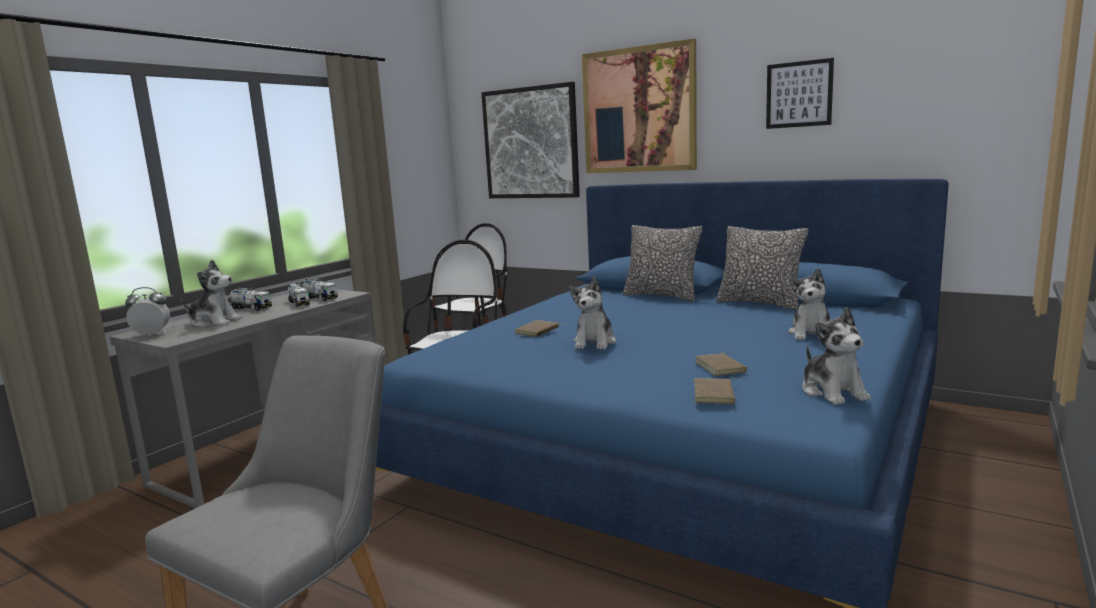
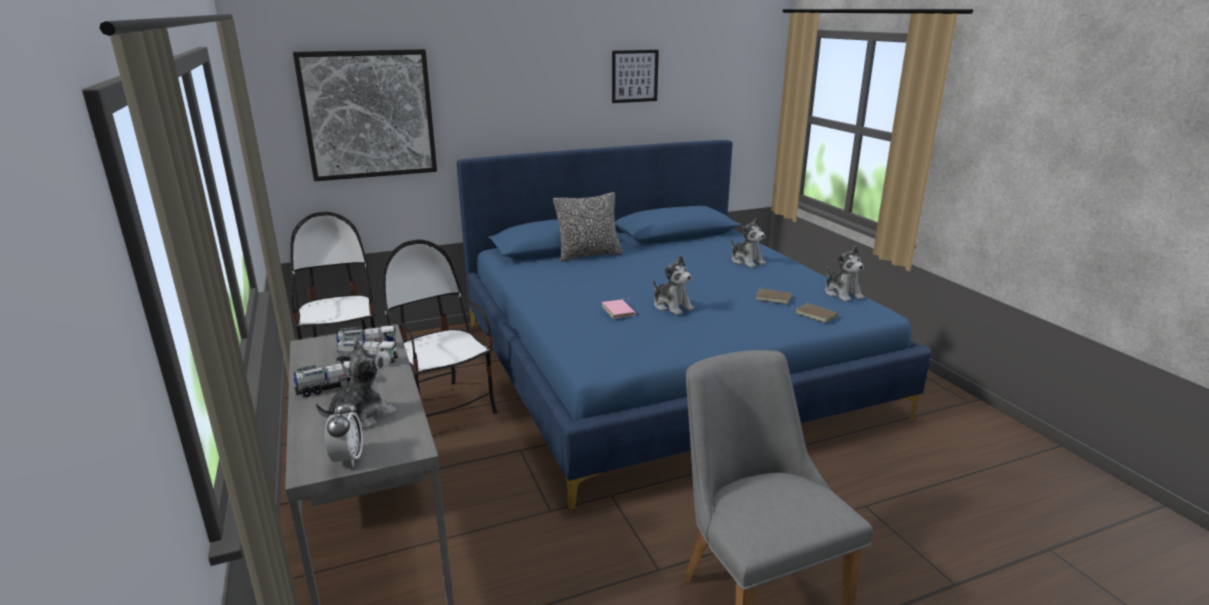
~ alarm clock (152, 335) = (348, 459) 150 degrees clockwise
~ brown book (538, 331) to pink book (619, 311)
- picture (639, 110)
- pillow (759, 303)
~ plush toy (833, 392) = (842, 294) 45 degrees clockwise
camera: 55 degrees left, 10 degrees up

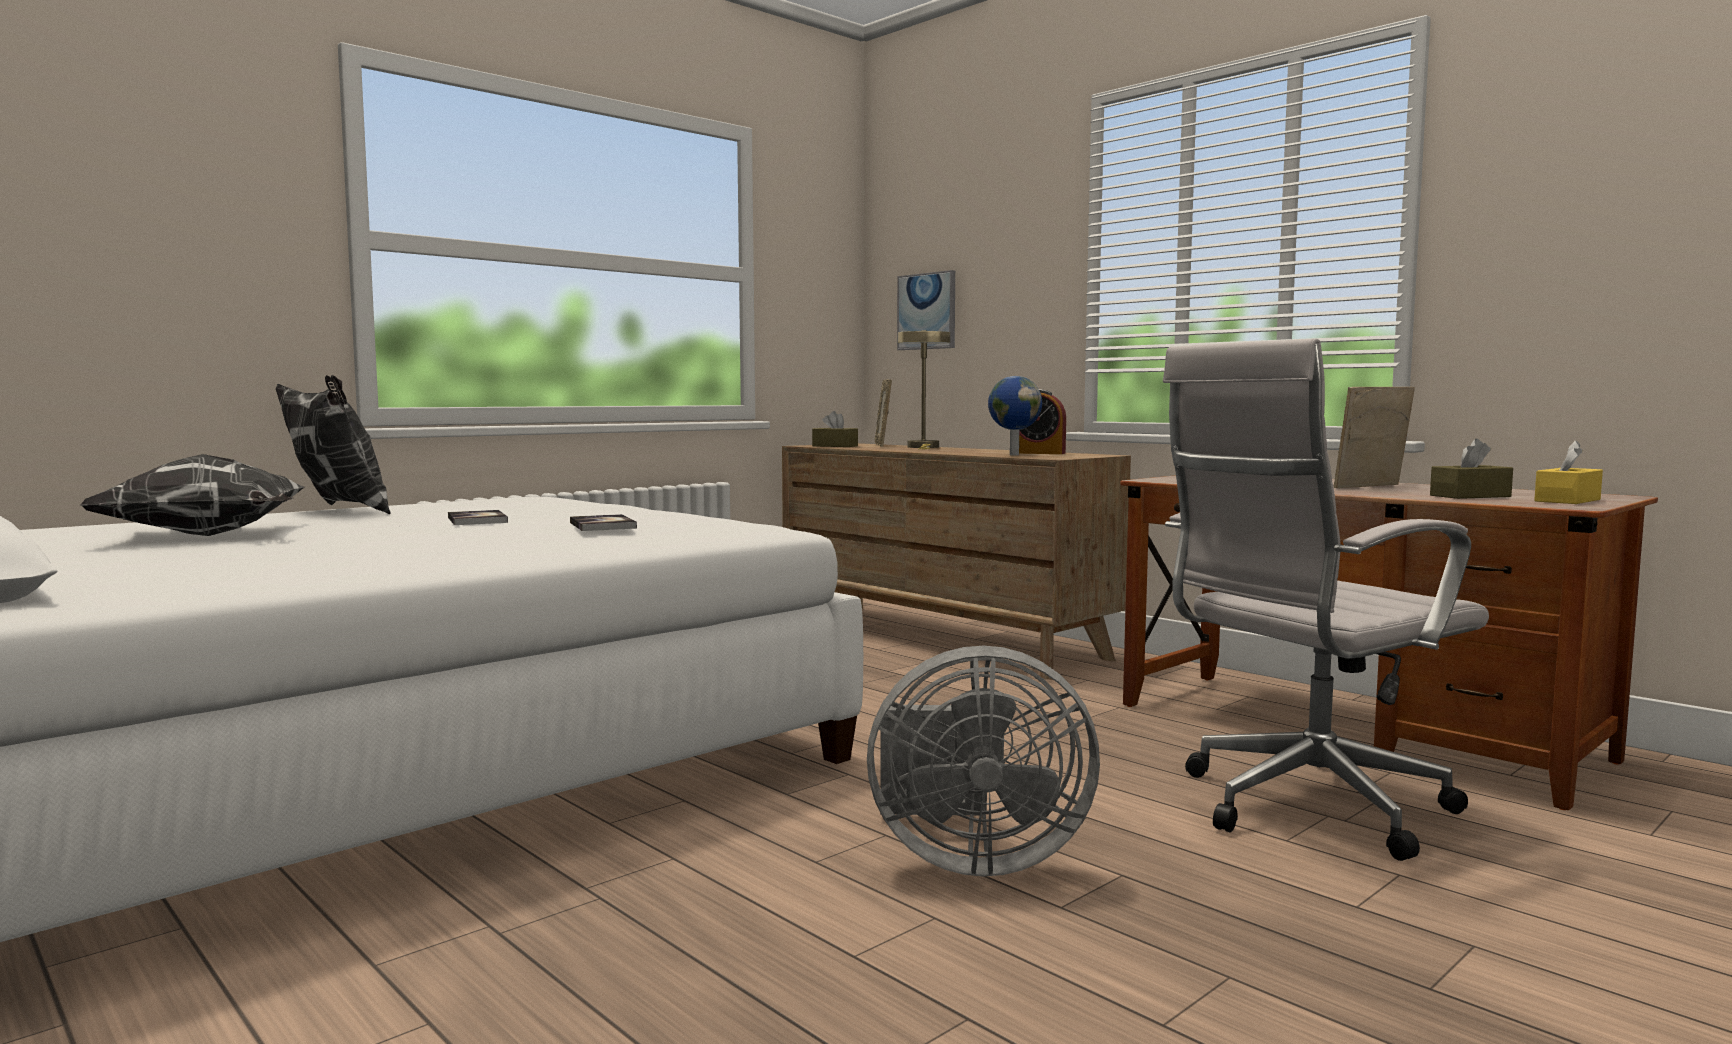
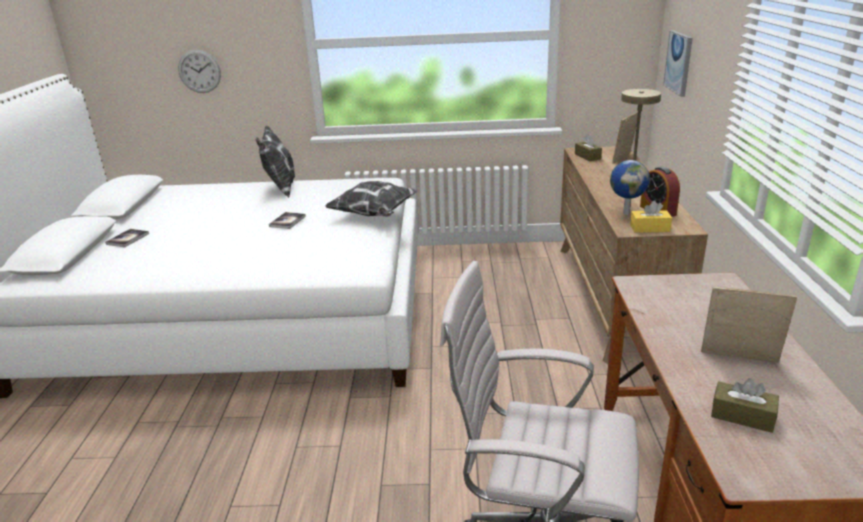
~ pillow (209, 536) to (374, 215)
~ book (602, 525) to (128, 239)
- grey fan (970, 859)
~ yellow tissue box (1567, 500) to (649, 228)
+ wall clock (199, 71)
camera: 45 degrees right, 20 degrees up

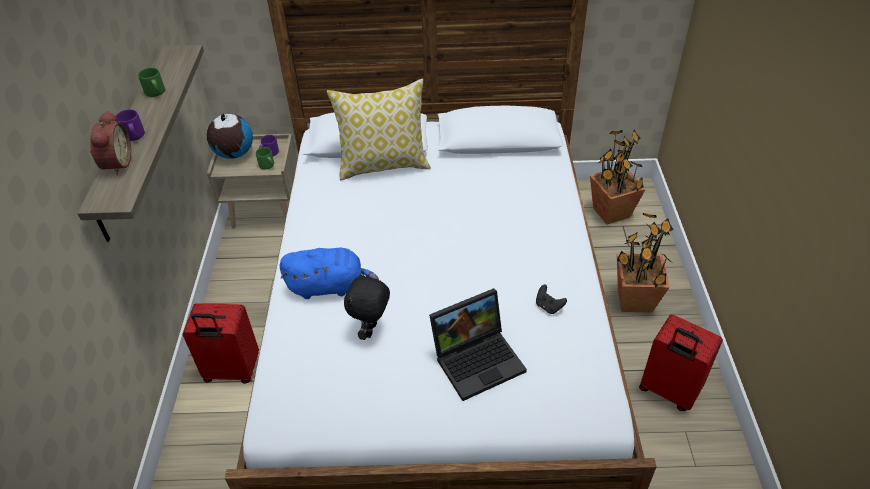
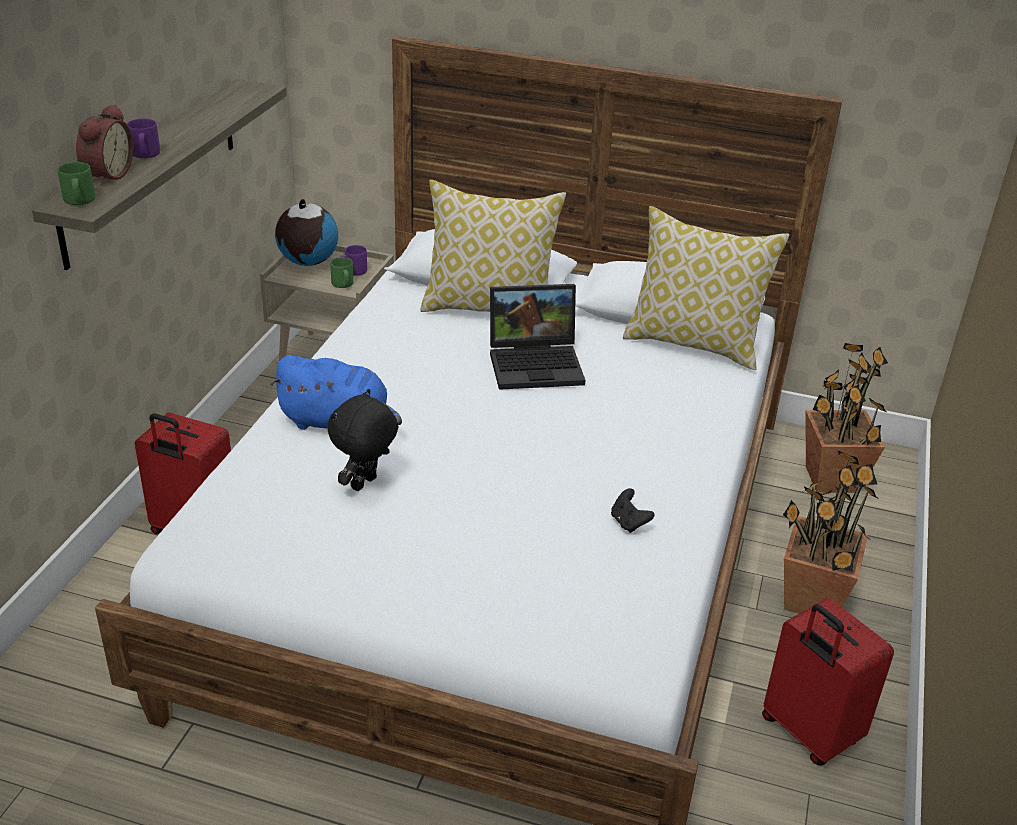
~ green mug (156, 93) to (79, 201)
~ laptop (478, 359) to (537, 363)
+ pillow (694, 344)
camera: 15 degrees right, 10 degrees down

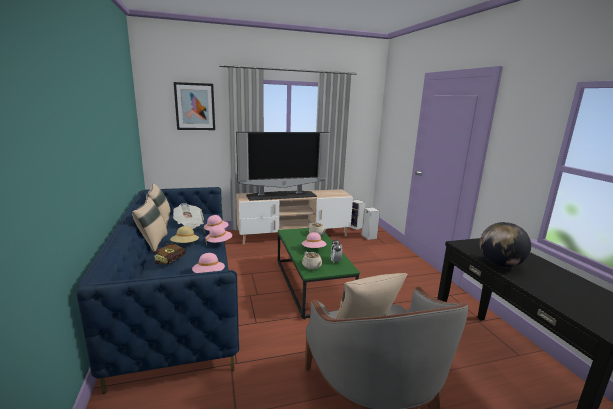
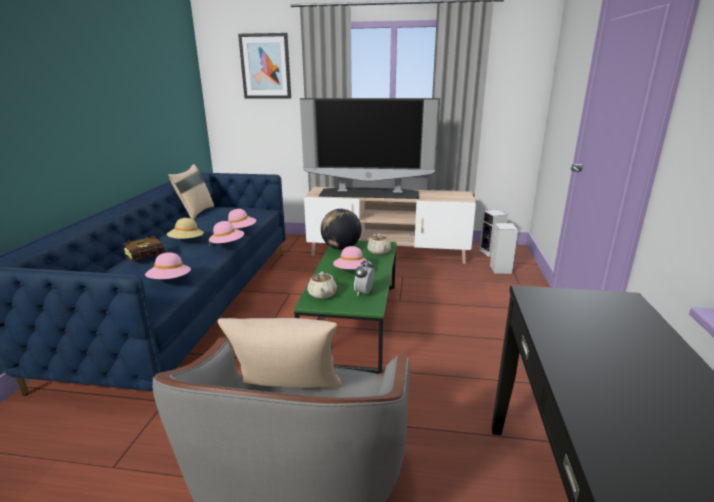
- beige pillow (152, 243)
- newspaper (189, 224)
~ globe (499, 264) to (341, 248)
camera: 25 degrees right, 5 degrees up

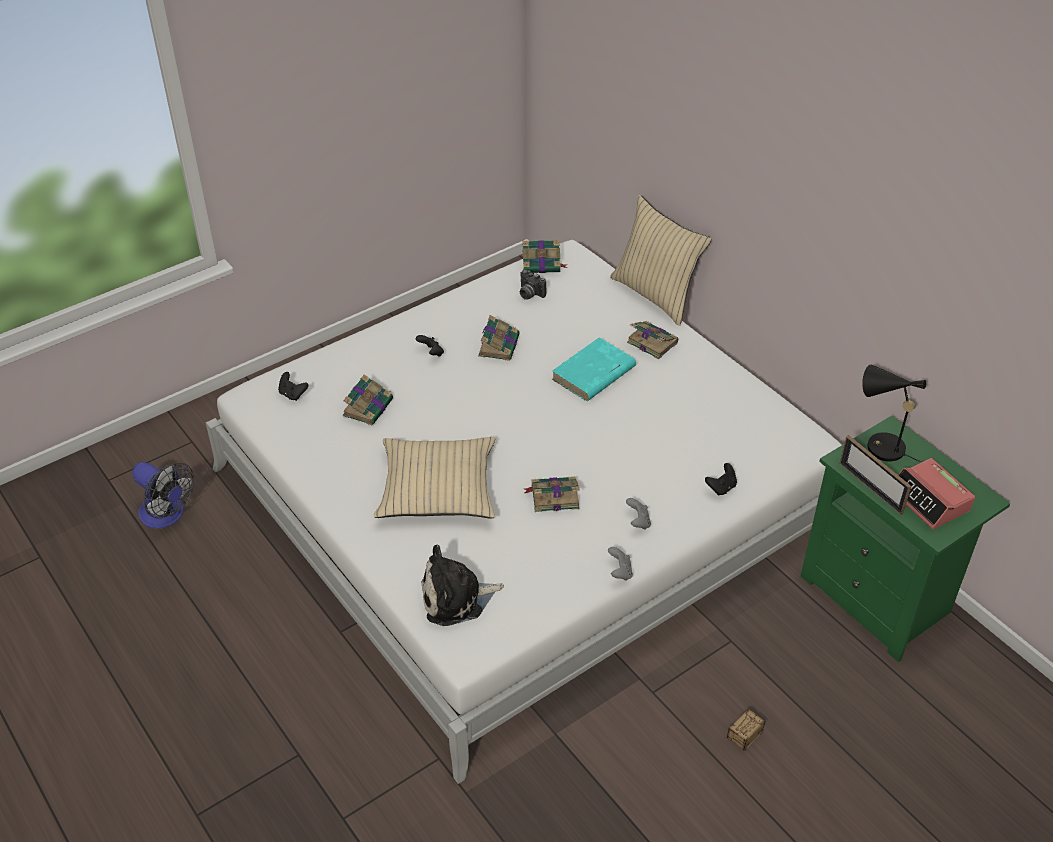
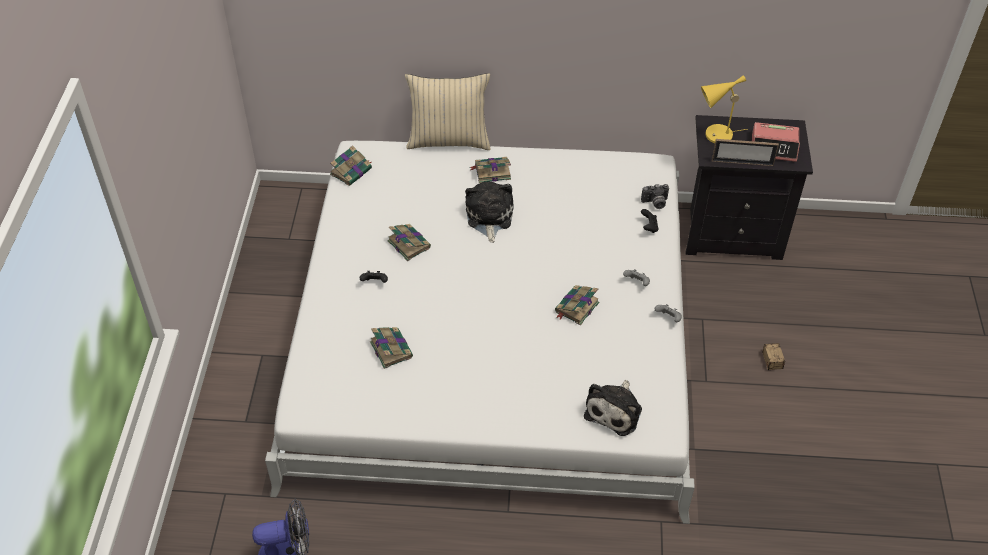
- black game controller (292, 394)
- beige pillow (437, 488)
~ photo camera (529, 294) to (655, 203)
~ turquoise book (593, 374) to plush toy (489, 217)
~ green nightstand (879, 597) to black nightstand (732, 233)
~ black table lamp (879, 446) to yellow table lamp (715, 136)
camera: 50 degrees left, 5 degrees up

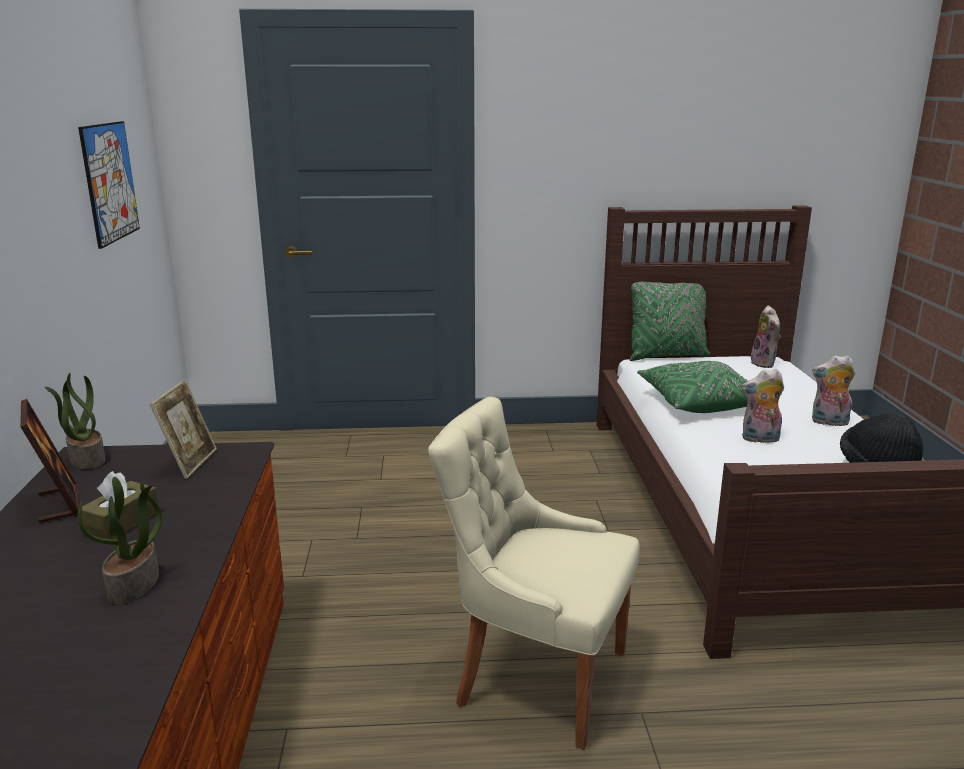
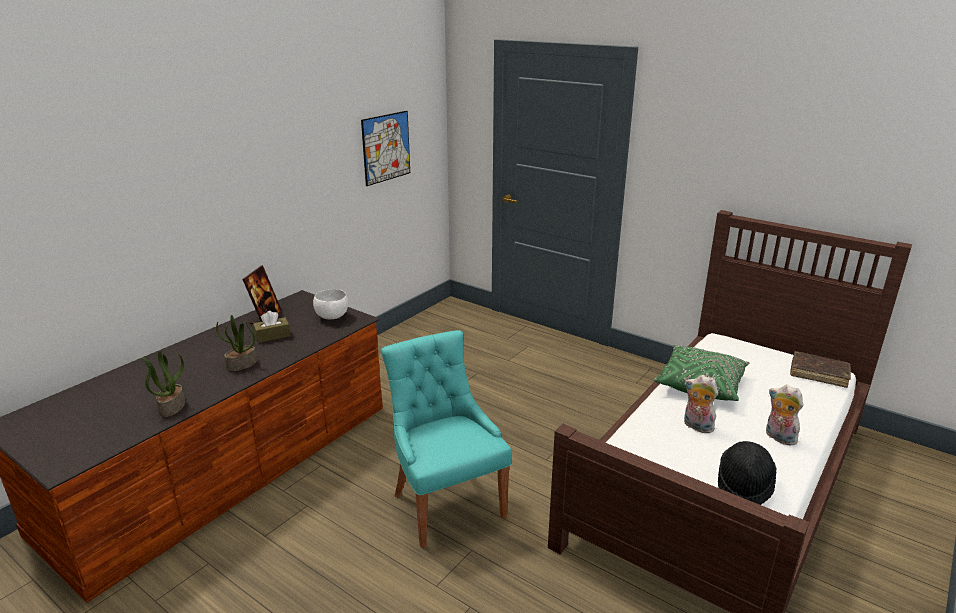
~ potted plant (86, 459) to (172, 407)
~ picture frame (190, 463) to white bowl (332, 316)
~ beige chair (535, 676) to turquoise chair (446, 503)
- green pillow (666, 356)
~ plush toy (765, 363) to brown book (818, 374)
camera: 40 degrees right, 5 degrees up

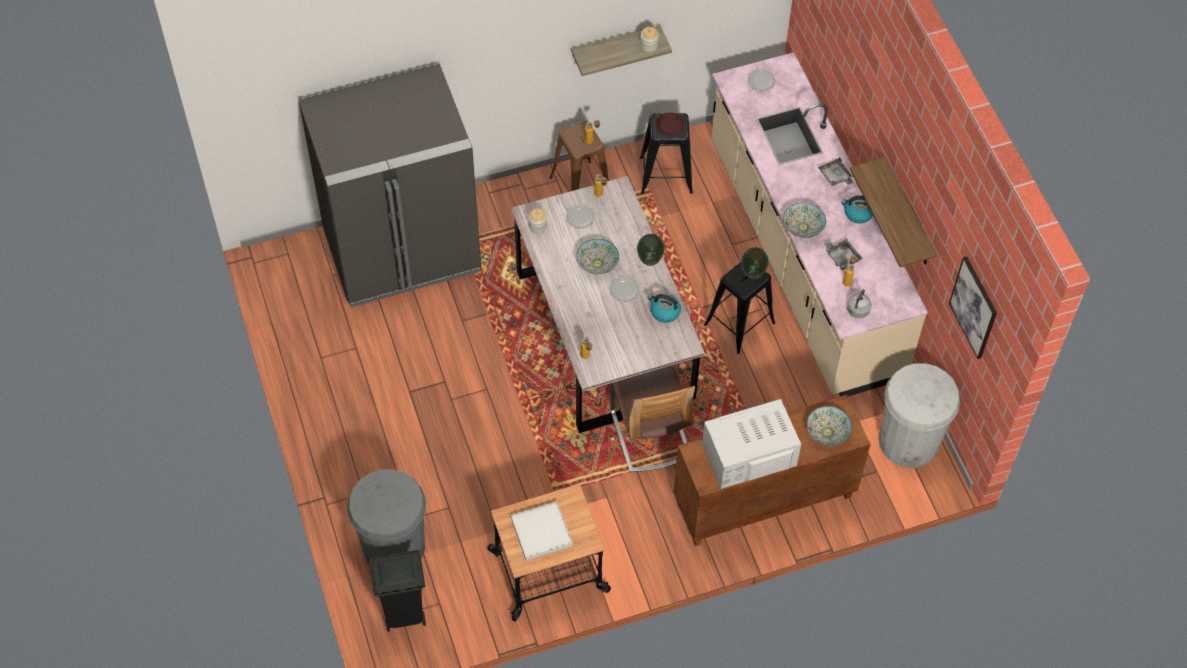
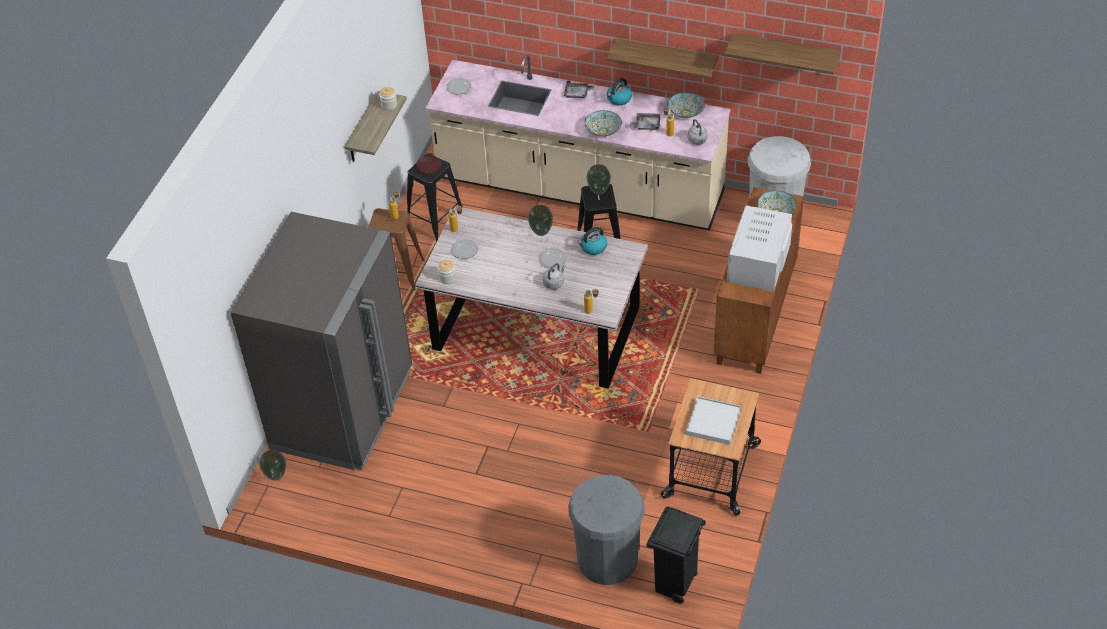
~ bowl (597, 263) to (685, 113)
- chair (650, 434)
~ picture (974, 307) to shelf (784, 53)
+ vase (276, 475)
+ grey kettle (554, 283)
camera: 50 degrees left, 10 degrees down

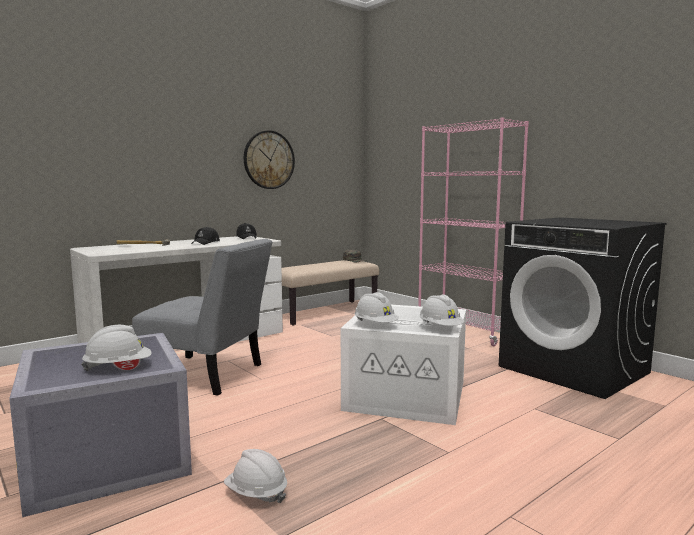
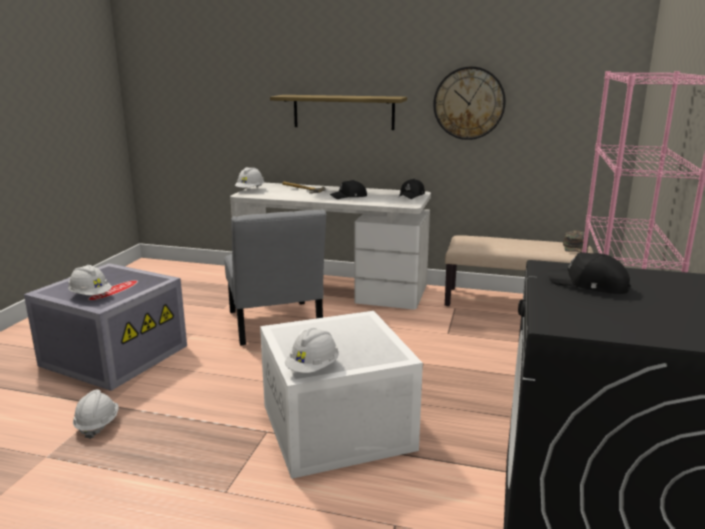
~ white hard hat (375, 325) to (250, 190)
+ shelf (343, 112)
+ black cap (589, 285)
camera: 55 degrees right, 10 degrees up

